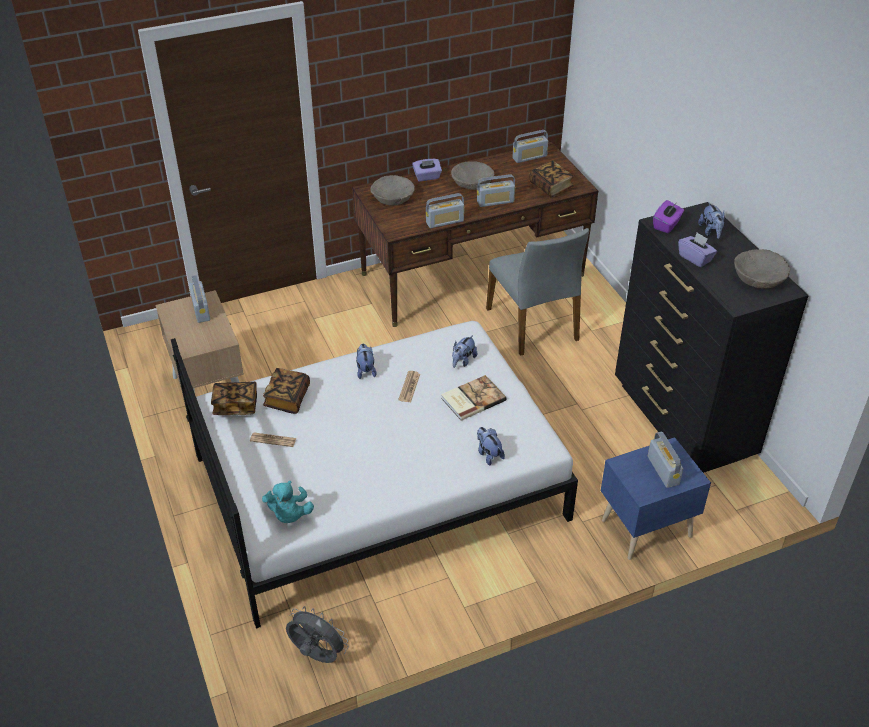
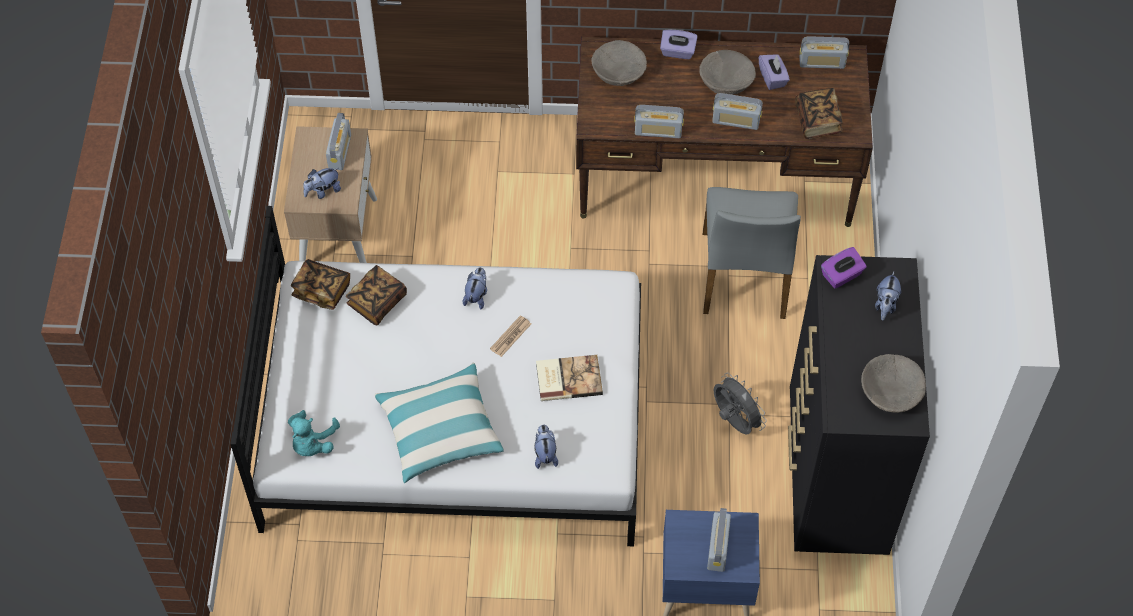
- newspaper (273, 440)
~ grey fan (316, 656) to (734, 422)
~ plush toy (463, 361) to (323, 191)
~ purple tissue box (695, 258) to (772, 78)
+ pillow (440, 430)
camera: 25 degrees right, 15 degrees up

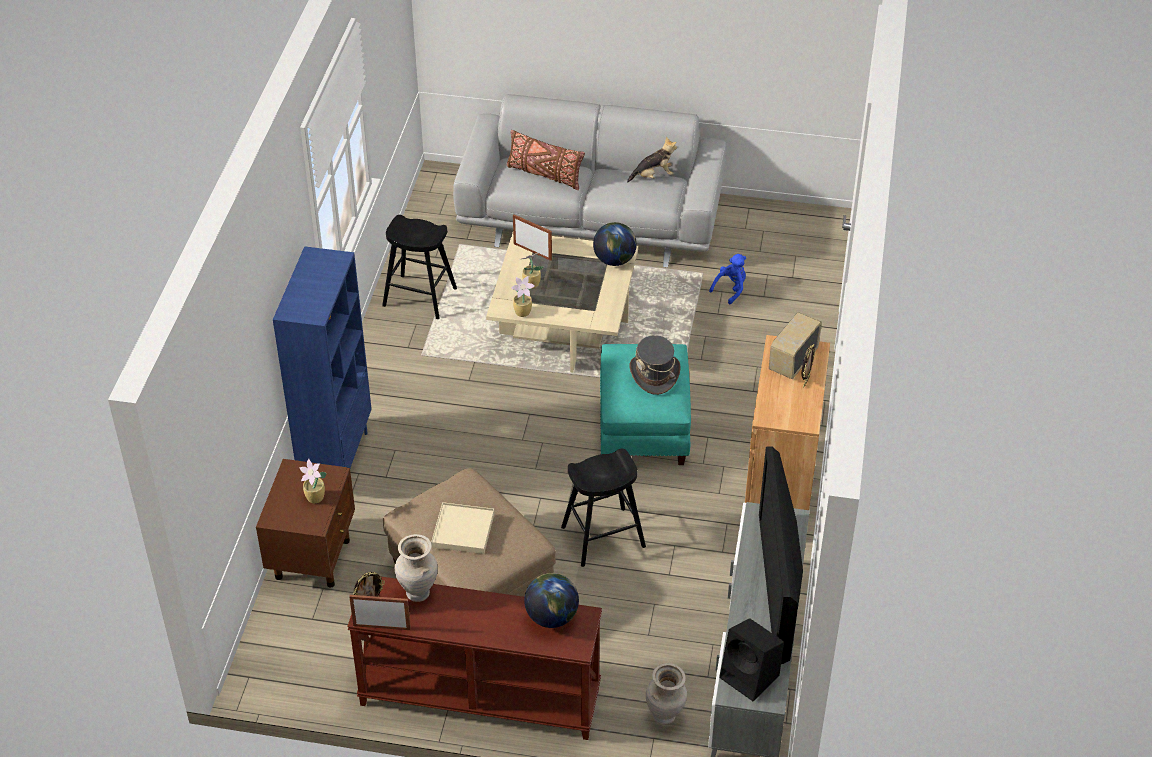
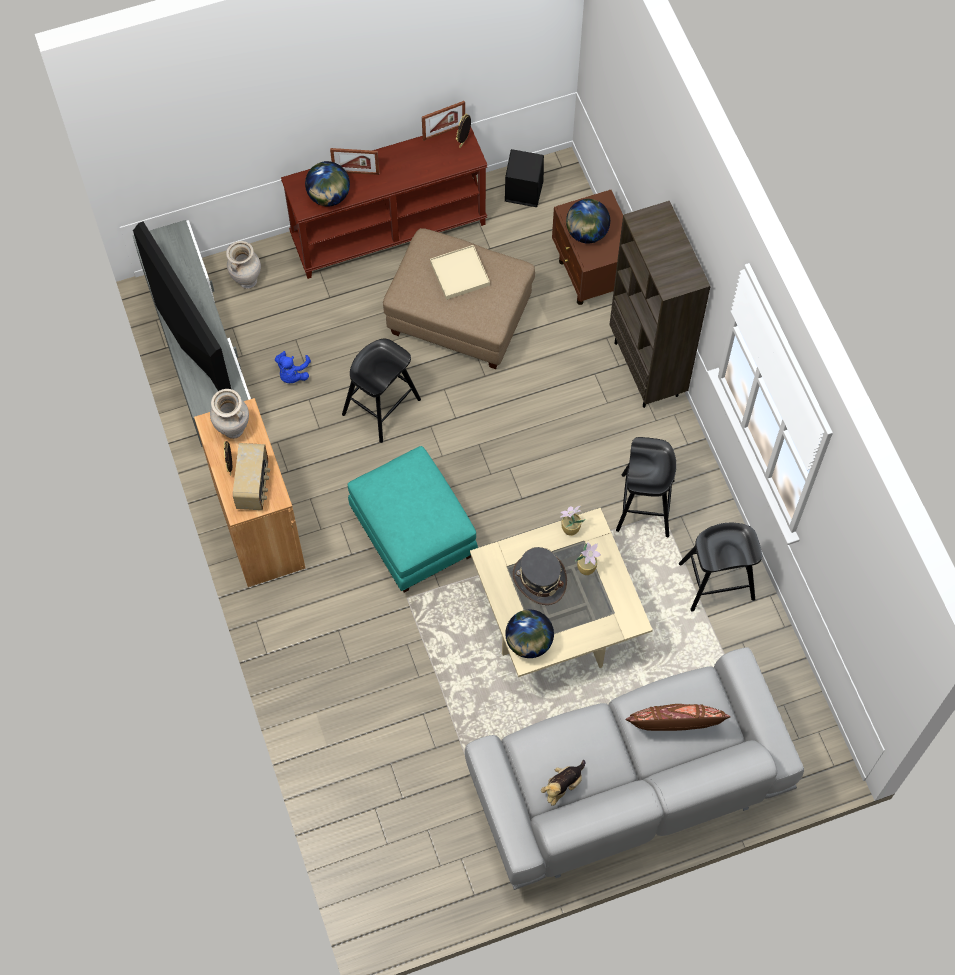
~ blue bookcase (336, 459) to brown bookcase (647, 369)
~ potted plant (315, 498) to globe (586, 233)
~ beige vase (418, 593) to (233, 430)
~ picture frame (532, 251) to (356, 172)
~ grey hat (654, 374) to (539, 579)
~ blue plush toy (730, 289) to (292, 374)
~ black speaker (751, 677) to (522, 191)
+ black stool (645, 505)
camera: 150 degrees right, 20 degrees up

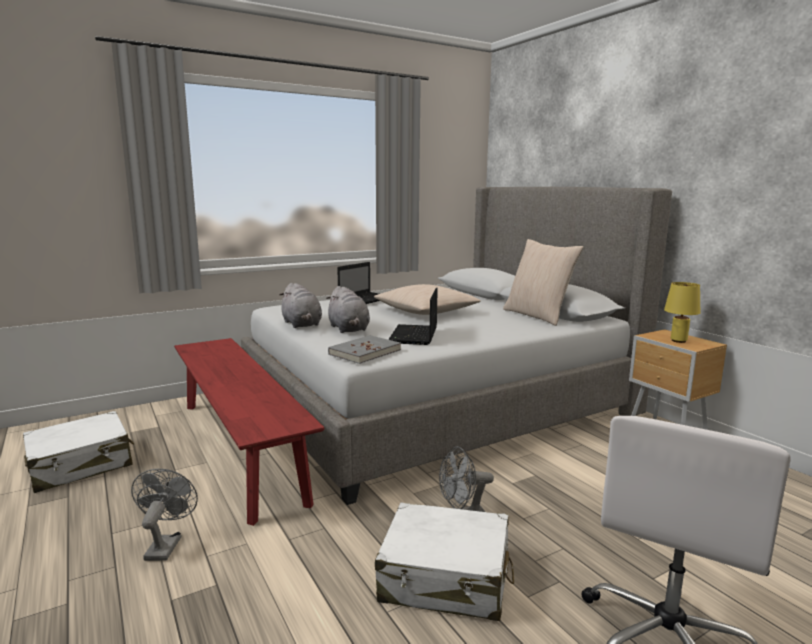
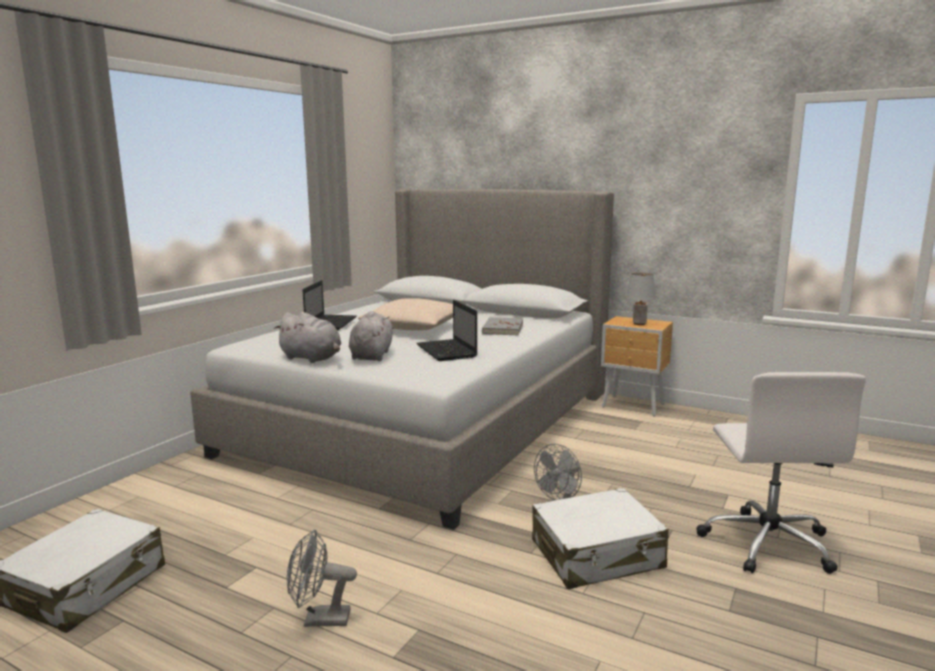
~ grey fan (165, 544) = (319, 619) 60 degrees counterclockwise
- red bench (239, 448)
~ grey plush toy (348, 329) = (372, 355) 120 degrees counterclockwise
~ grey book (364, 352) to (502, 329)
- beige pillow (538, 316)
~ yellow table lamp (678, 341) to grey table lamp (639, 324)
camera: 30 degrees left, 0 degrees up

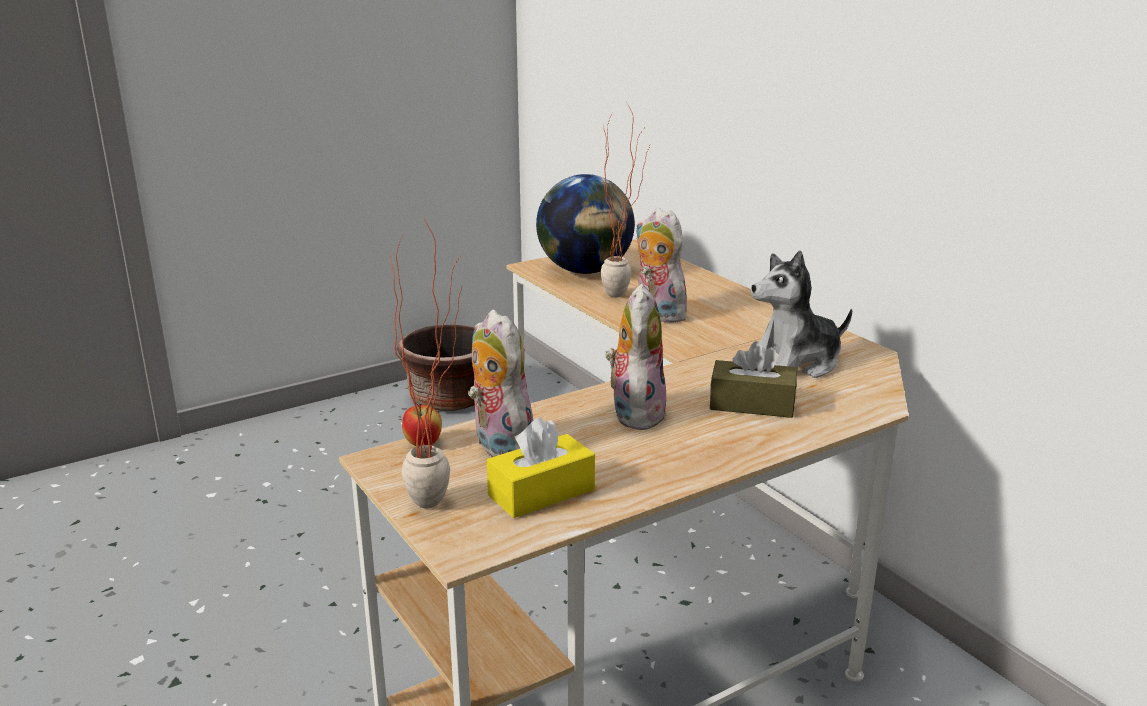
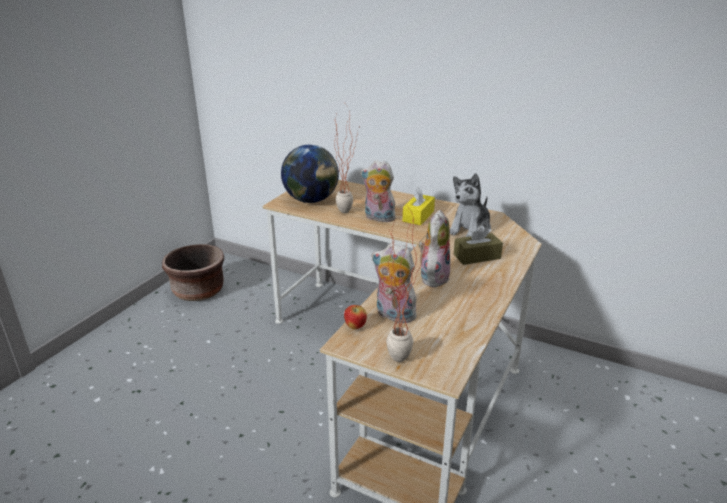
~ yellow tissue box (541, 492) to (418, 216)
~ plush toy (635, 413) = (433, 276) 45 degrees clockwise
camera: 30 degrees left, 5 degrees up

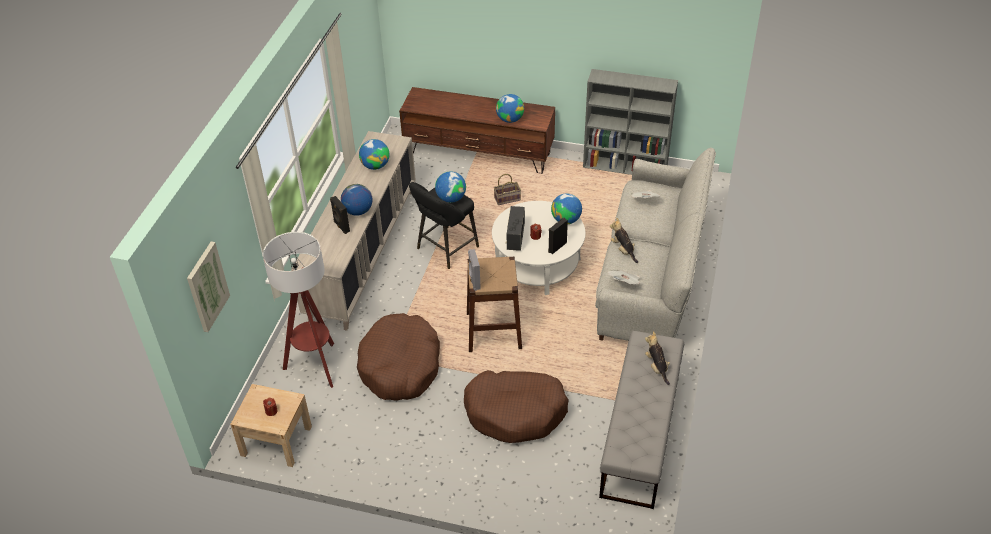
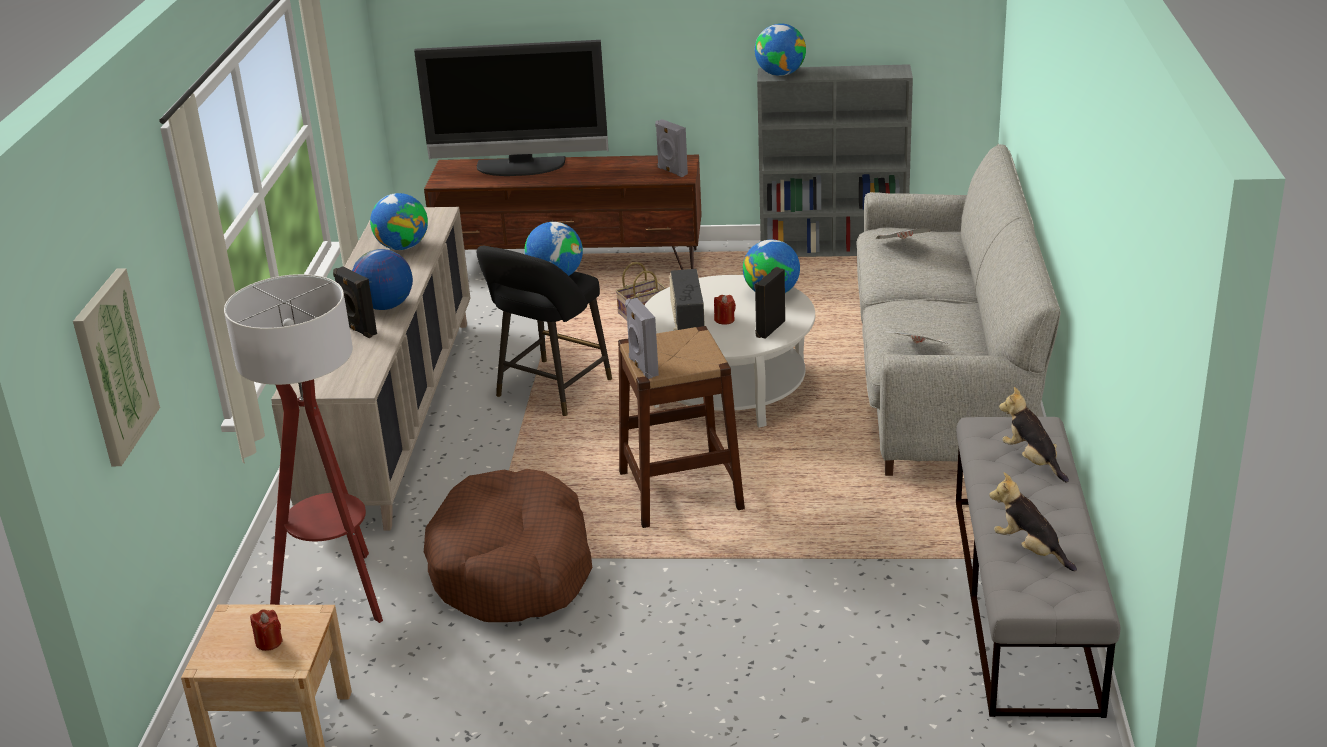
- brown dog bed (515, 412)
~ globe (510, 119) to (780, 74)
~ plush toy (623, 250) to (1030, 550)
+ television (520, 167)
+ grey speaker (671, 171)
camera: 10 degrees left, 15 degrees down

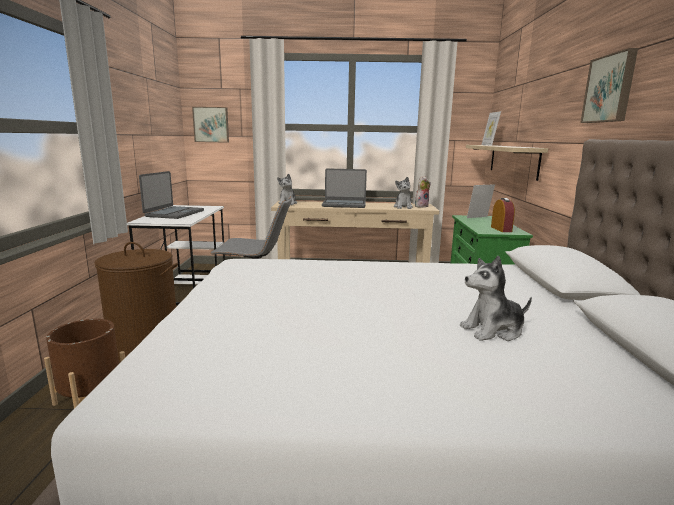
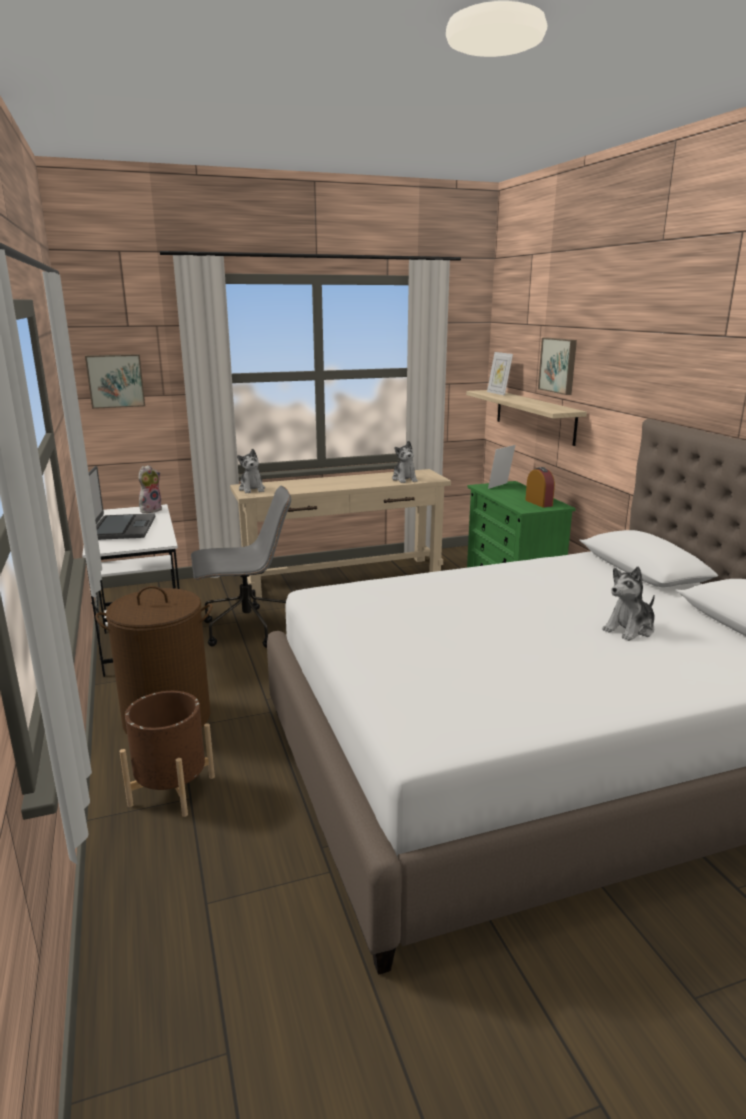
- laptop (344, 204)
~ plush toy (421, 206) to (151, 510)
~ picture (610, 89) to (559, 365)
camera: 20 degrees left, 5 degrees up

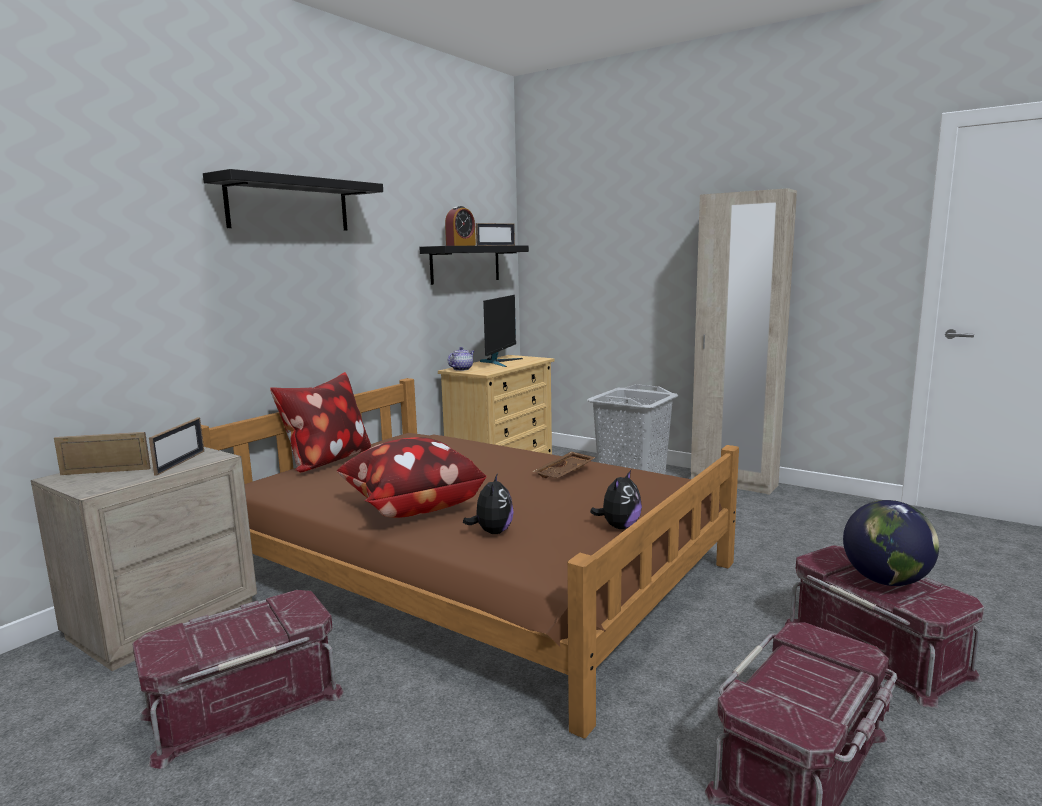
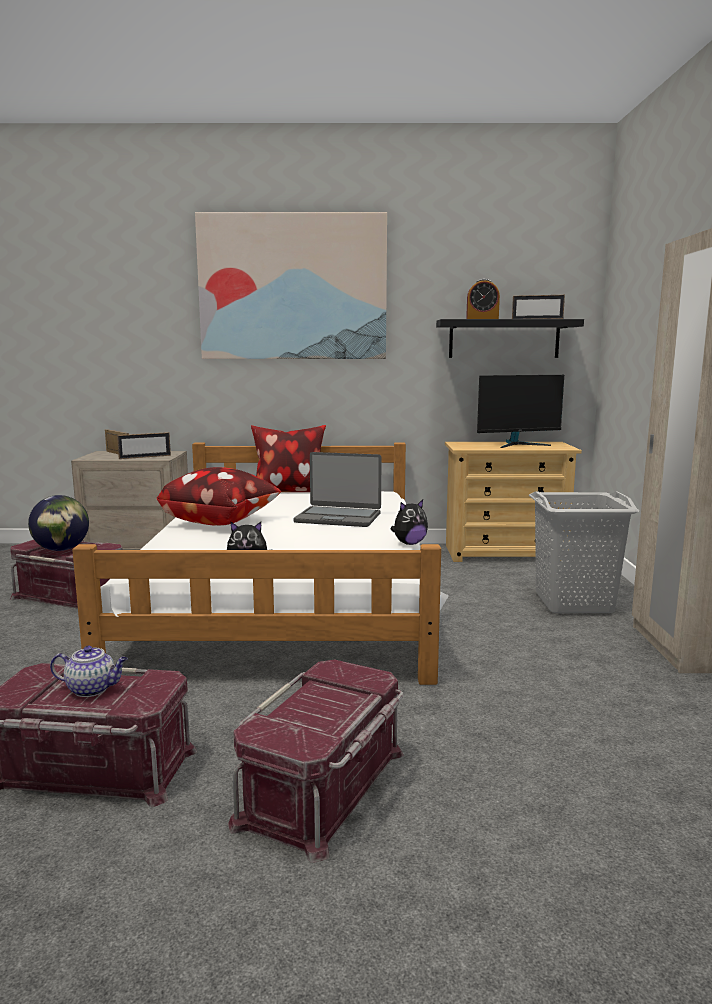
~ brown bed (471, 568) to white bed (287, 596)
~ black shelf (289, 205) to picture (293, 287)
~ teapot (462, 369) to (92, 689)
~ plush toy (492, 532) to (409, 543)
- brown tray (565, 473)
~ globe (886, 581) to (61, 549)
+ laptop (338, 518)
camera: 55 degrees right, 0 degrees up

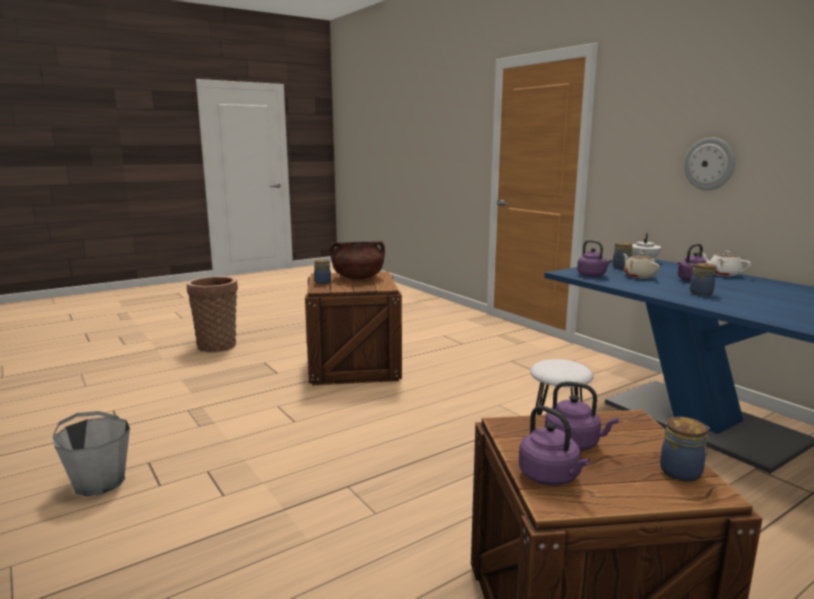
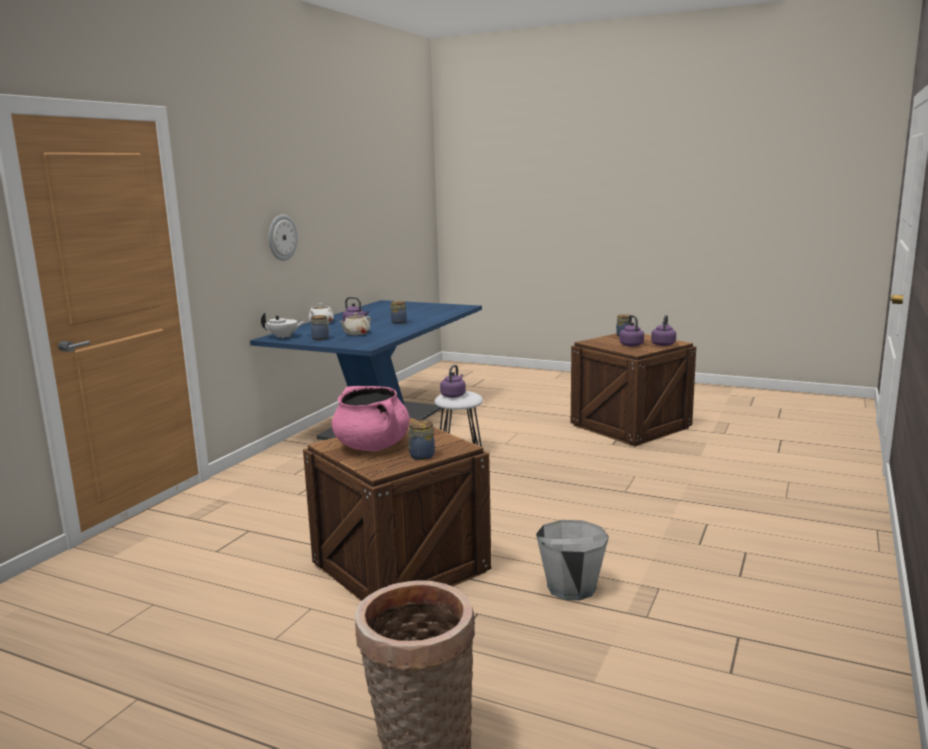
~ grey bucket (99, 482) to (571, 587)
~ brown cooking pot (358, 278) to pink cooking pot (372, 447)
~ purple kettle (592, 275) to (453, 395)
camera: 120 degrees left, 0 degrees up

